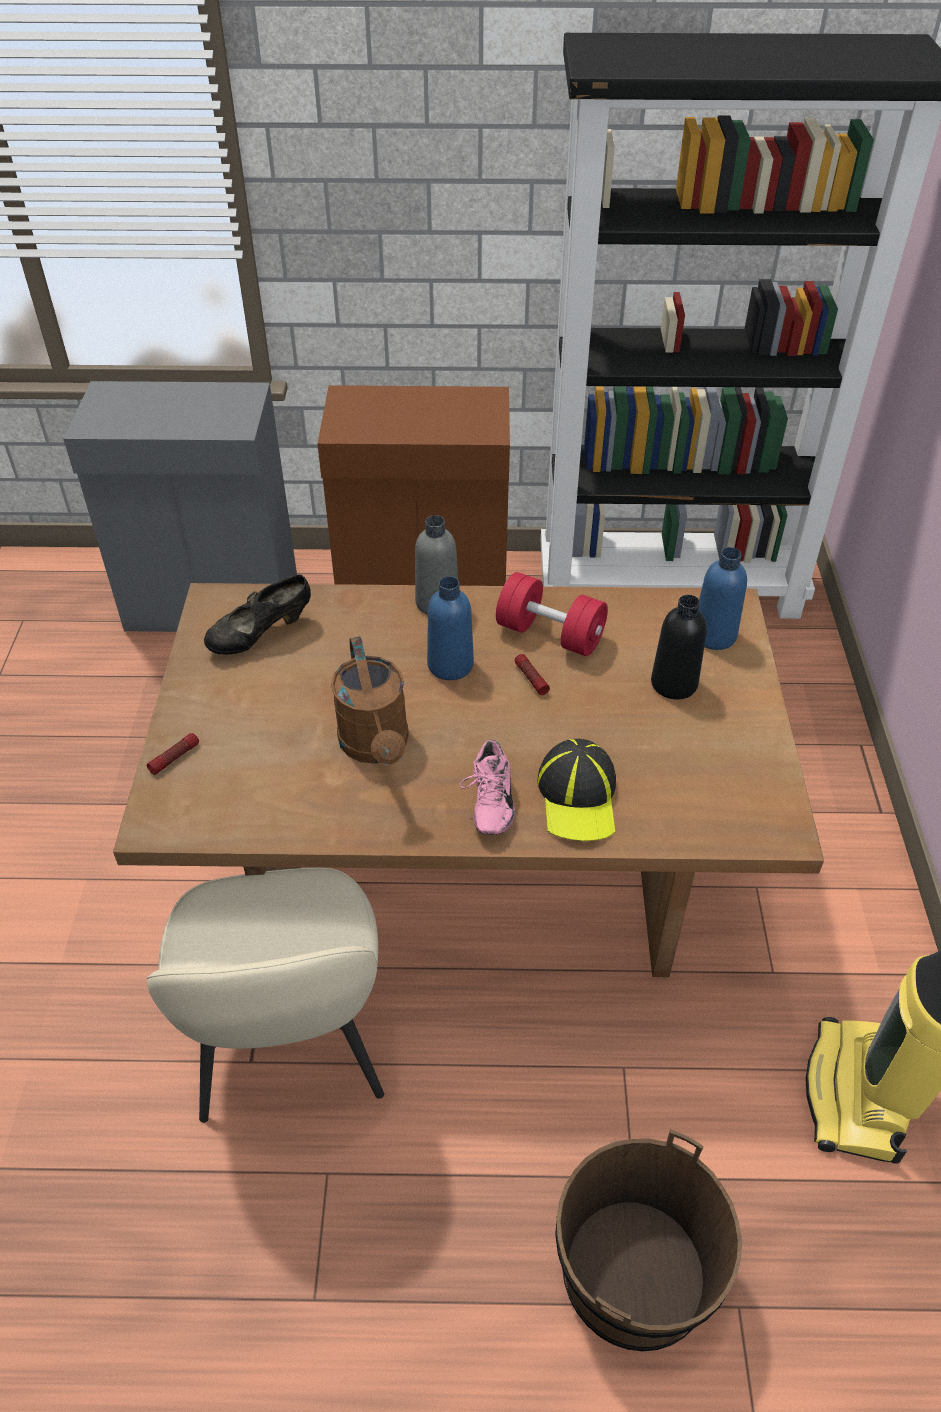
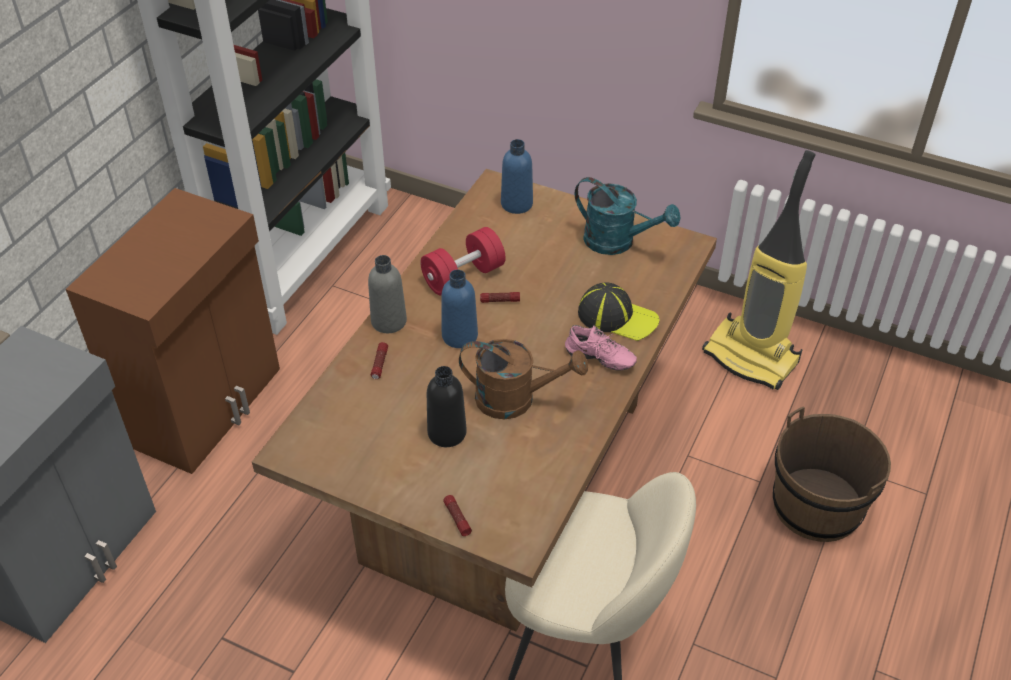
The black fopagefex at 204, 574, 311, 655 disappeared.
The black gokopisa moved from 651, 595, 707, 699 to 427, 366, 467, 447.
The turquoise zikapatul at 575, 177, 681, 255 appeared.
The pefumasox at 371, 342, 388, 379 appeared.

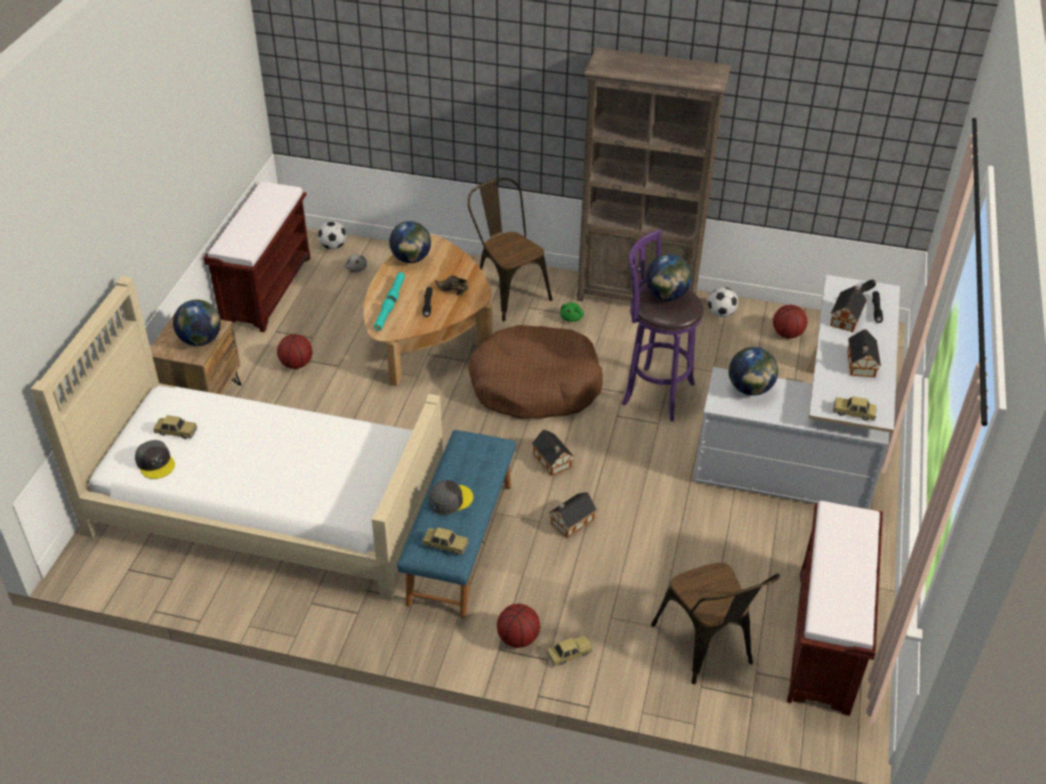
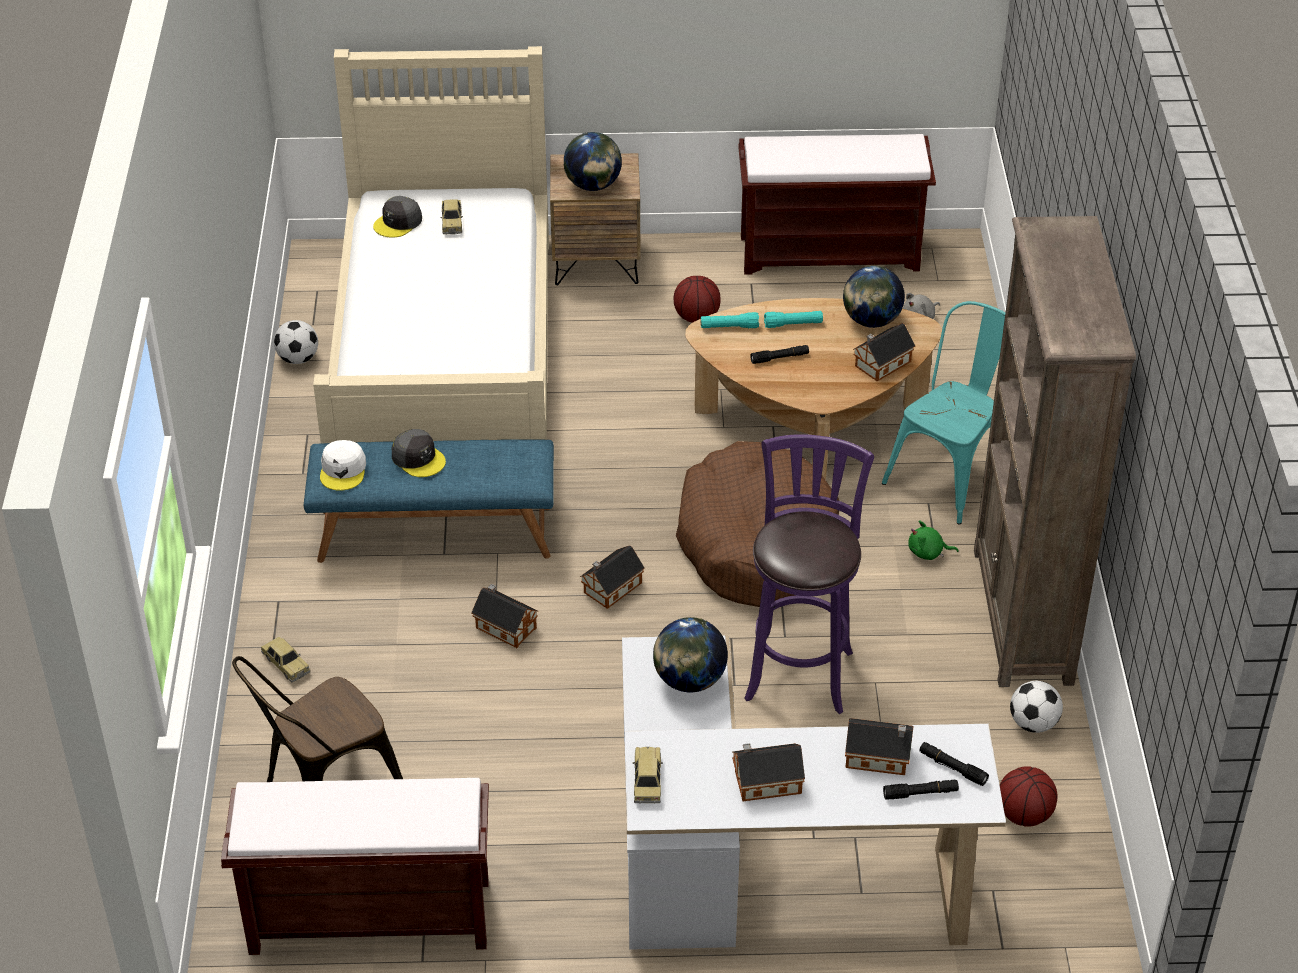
The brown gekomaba at 468, 178, 553, 322 became the turquoise gekomaba at 882, 301, 1005, 525.
The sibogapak moved from 318, 221, 347, 250 to 274, 320, 318, 364.
The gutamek at 646, 254, 692, 301 disappeared.
The brown fopagefex at 435, 275, 469, 296 disappeared.
The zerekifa at 422, 527, 469, 555 was replaced by the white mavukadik at 320, 440, 366, 491.
The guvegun at 497, 604, 540, 648 disappeared.
The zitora at 853, 323, 915, 382 appeared.

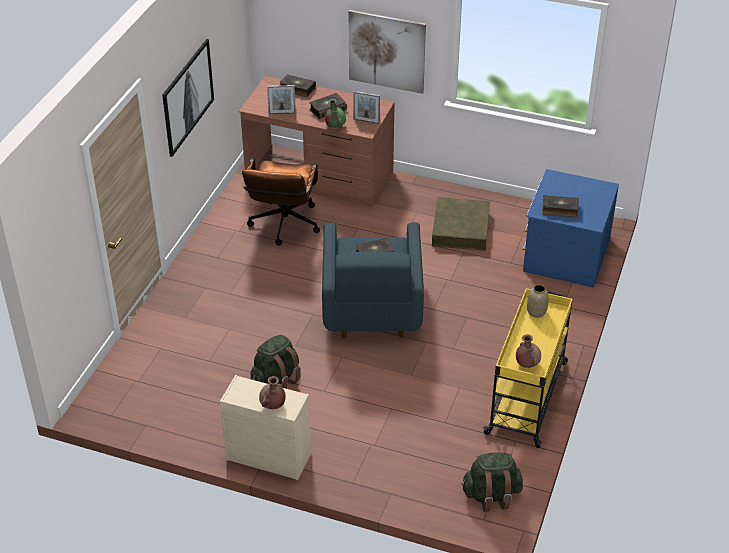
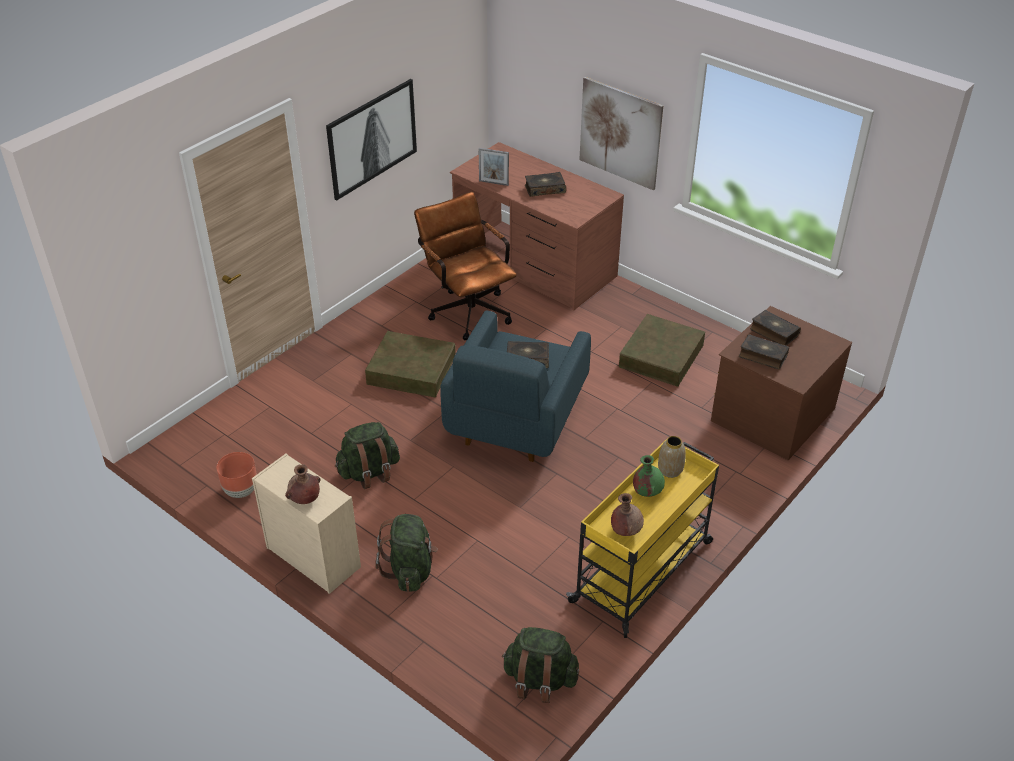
The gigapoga moved from 279, 74, 316, 97 to 750, 310, 801, 346.
The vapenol at 353, 91, 380, 124 disappeared.
The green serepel moved from 325, 99, 346, 128 to 633, 455, 665, 497.
The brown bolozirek at 242, 158, 320, 246 turned 120 degrees clockwise.
The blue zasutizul at 523, 169, 619, 288 became the brown zasutizul at 711, 306, 852, 460.
The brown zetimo at 365, 331, 456, 397 appeared.
The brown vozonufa at 216, 452, 257, 498 appeared.
The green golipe at 375, 514, 438, 592 appeared.

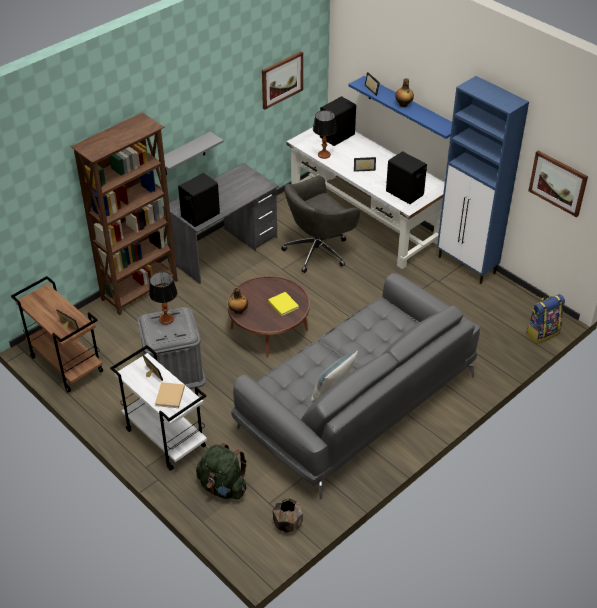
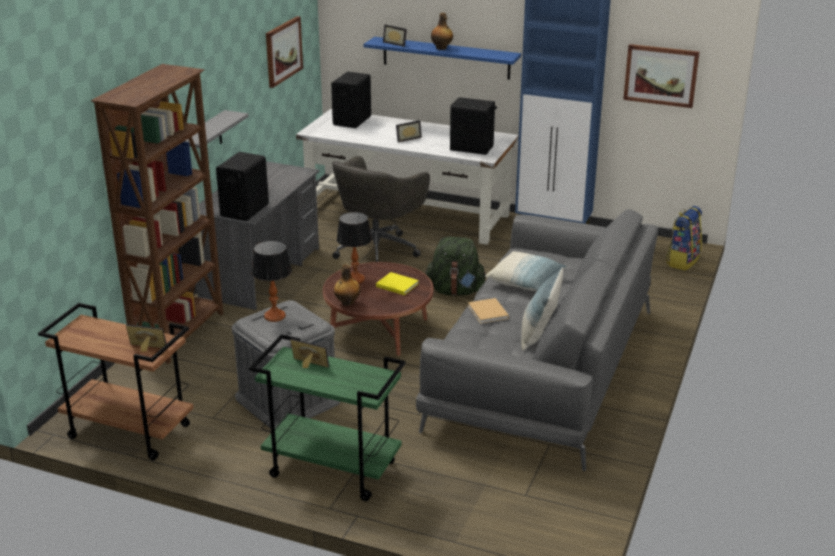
The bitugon moved from 313, 110, 337, 159 to 337, 212, 372, 283.
The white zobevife at 110, 345, 207, 471 became the green zobevife at 249, 334, 406, 501.
The beige gigapoga moved from 155, 382, 185, 408 to 468, 298, 509, 324.
The green golipe moved from 196, 443, 247, 500 to 425, 237, 486, 296.
The brown vozonufa at 273, 499, 303, 533 disappeared.
The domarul at 485, 251, 568, 291 appeared.

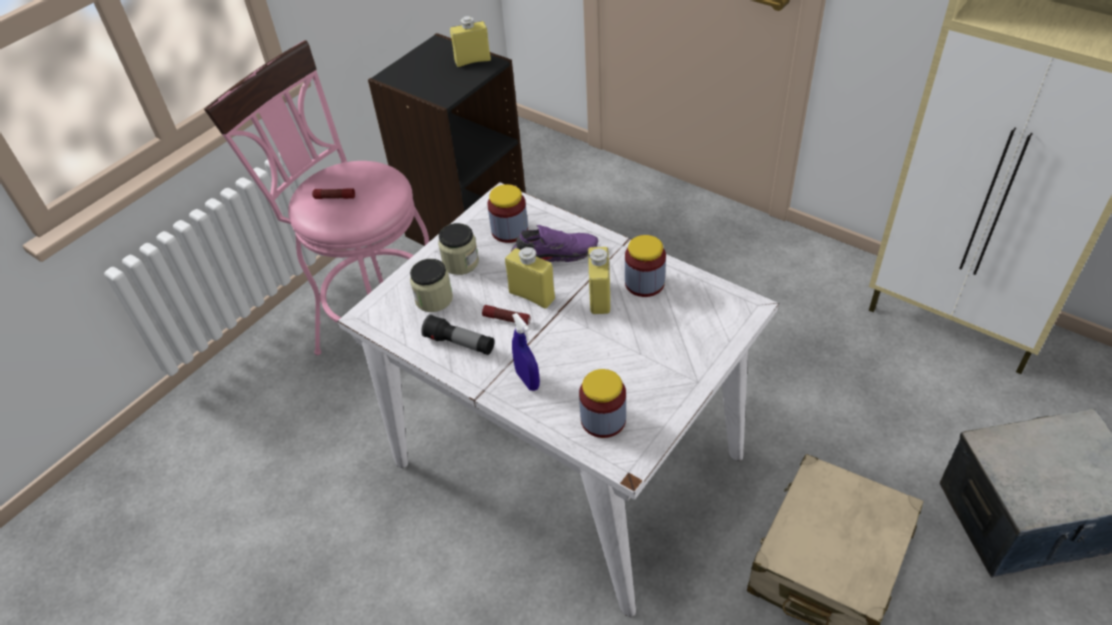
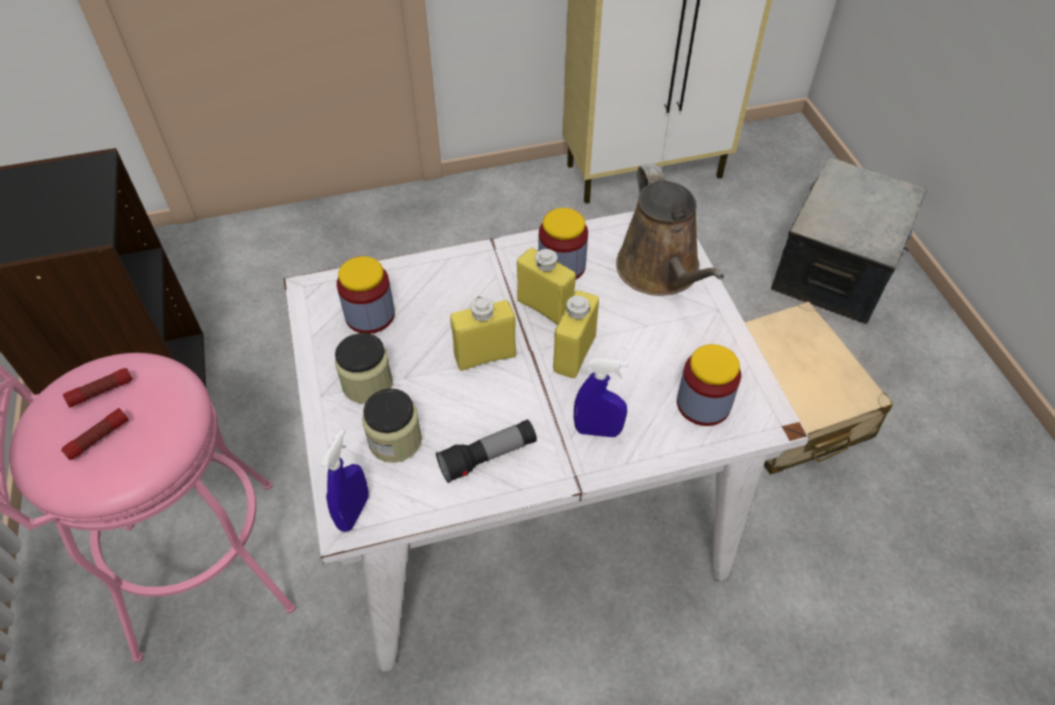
The yellow gokopisa moved from 450, 16, 491, 67 to 553, 290, 599, 378.
The purple fopagefex at 511, 225, 598, 262 disappeared.
The pefumasox moved from 482, 305, 531, 325 to 63, 368, 133, 407.
The brown zikapatul at 616, 163, 724, 296 appeared.
The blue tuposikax at 321, 429, 369, 532 appeared.

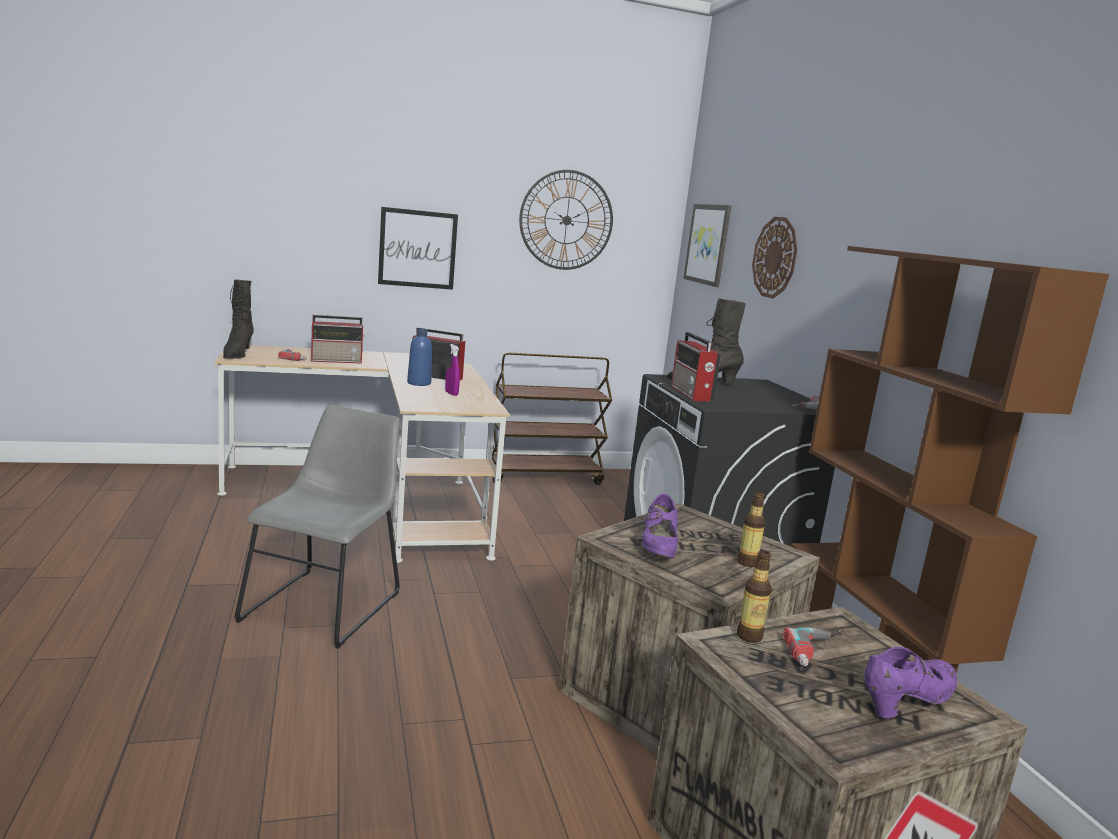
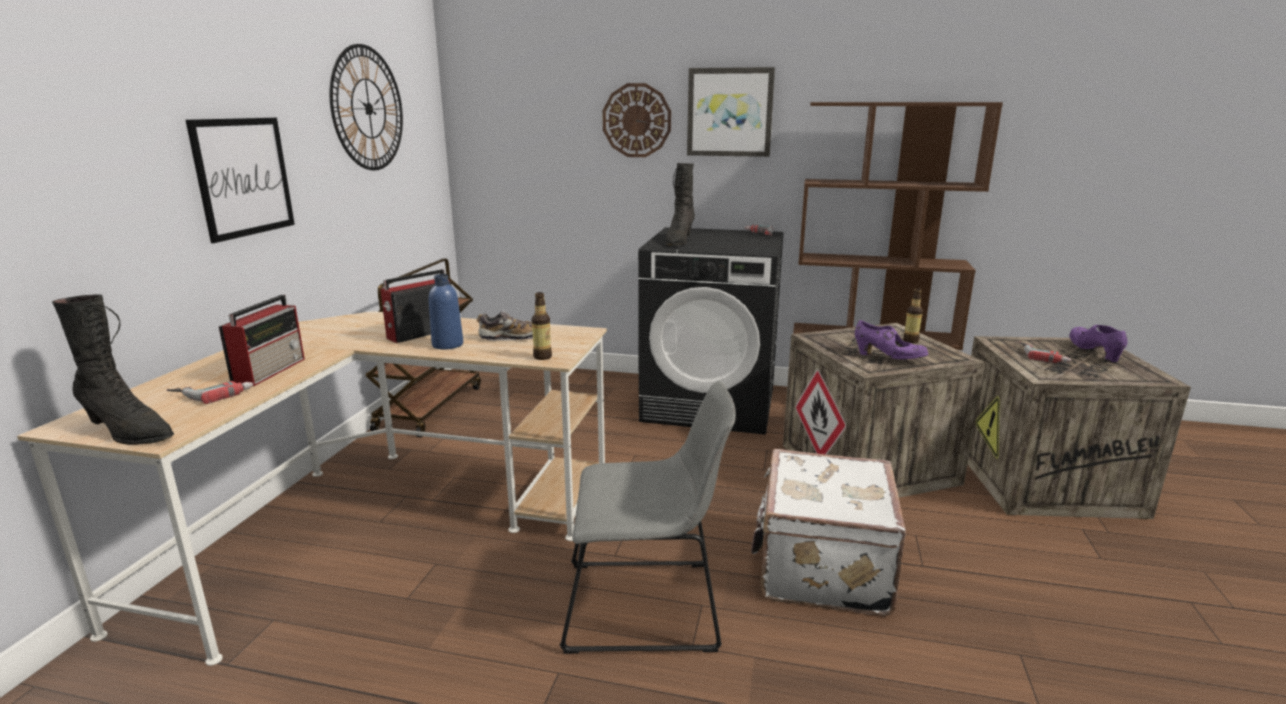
The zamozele moved from 683, 204, 731, 287 to 687, 67, 775, 157.
The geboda at 671, 332, 721, 402 disappeared.
The purple tuposikax at 445, 344, 460, 396 was replaced by the fopagefex at 477, 310, 533, 341.
The grey gekomaba at 234, 405, 400, 649 turned 135 degrees clockwise.
The gokopisa moved from 737, 550, 772, 643 to 532, 292, 552, 360.
The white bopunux at 751, 449, 906, 616 appeared.

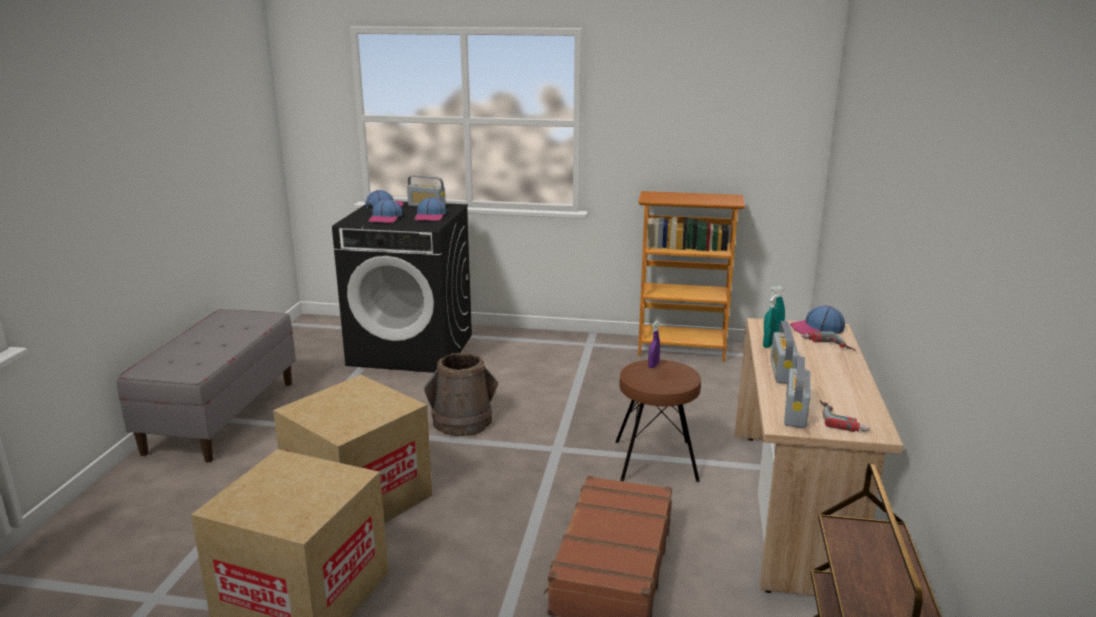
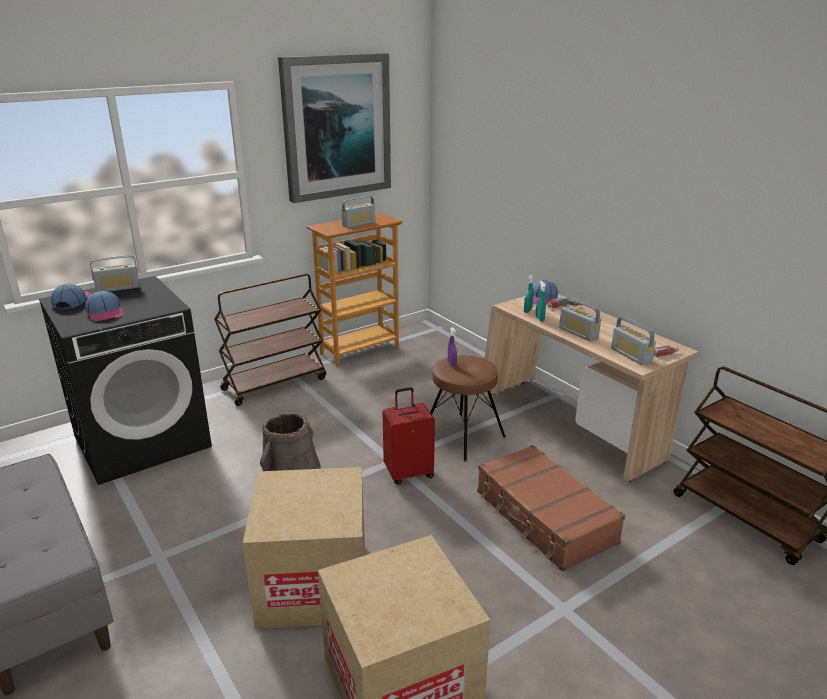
The mavukadik at 414, 197, 446, 221 disappeared.
The zamozele at 278, 53, 391, 203 appeared.
The geboda at 341, 196, 375, 228 appeared.
The brown zobevife at 214, 274, 326, 406 appeared.
The red bopunux at 382, 387, 435, 485 appeared.

